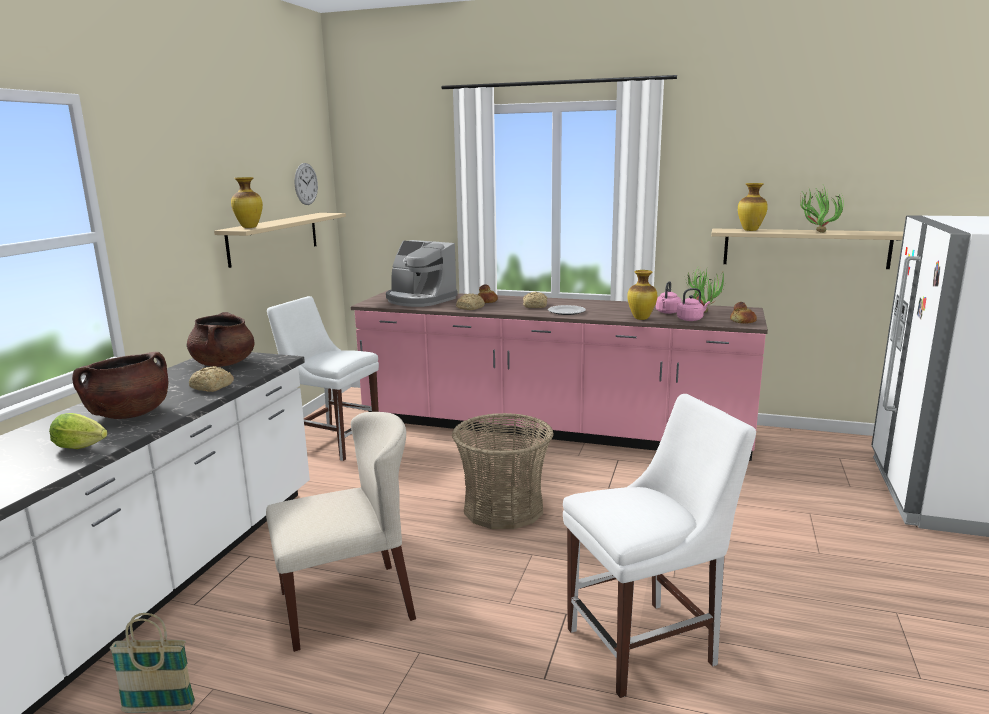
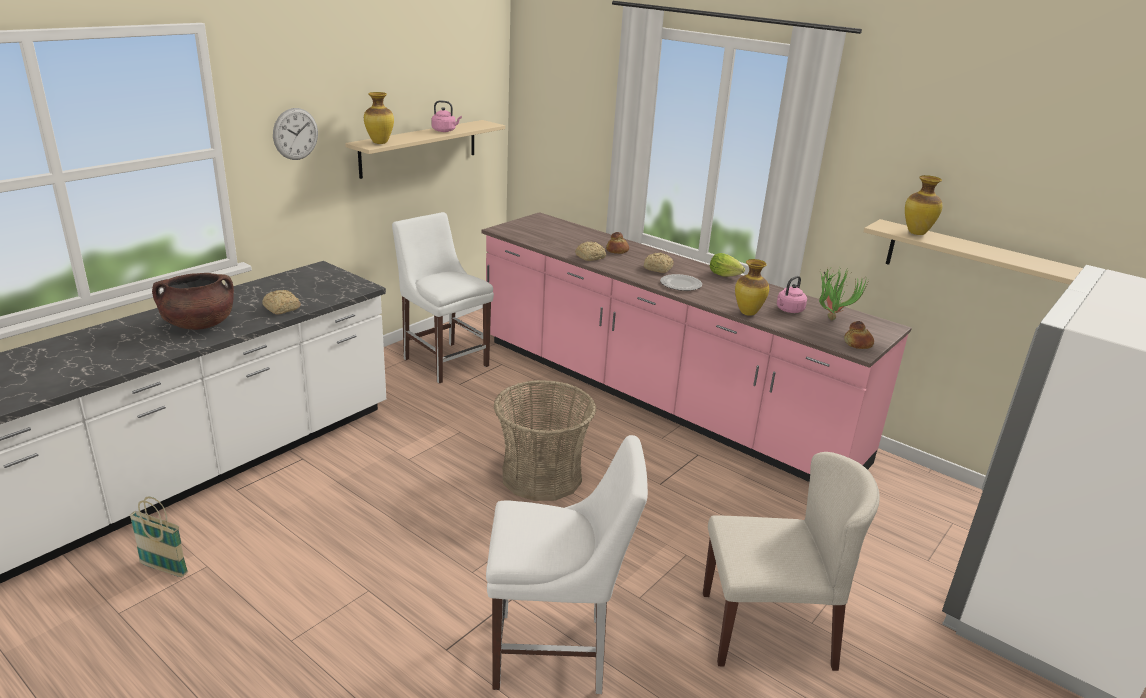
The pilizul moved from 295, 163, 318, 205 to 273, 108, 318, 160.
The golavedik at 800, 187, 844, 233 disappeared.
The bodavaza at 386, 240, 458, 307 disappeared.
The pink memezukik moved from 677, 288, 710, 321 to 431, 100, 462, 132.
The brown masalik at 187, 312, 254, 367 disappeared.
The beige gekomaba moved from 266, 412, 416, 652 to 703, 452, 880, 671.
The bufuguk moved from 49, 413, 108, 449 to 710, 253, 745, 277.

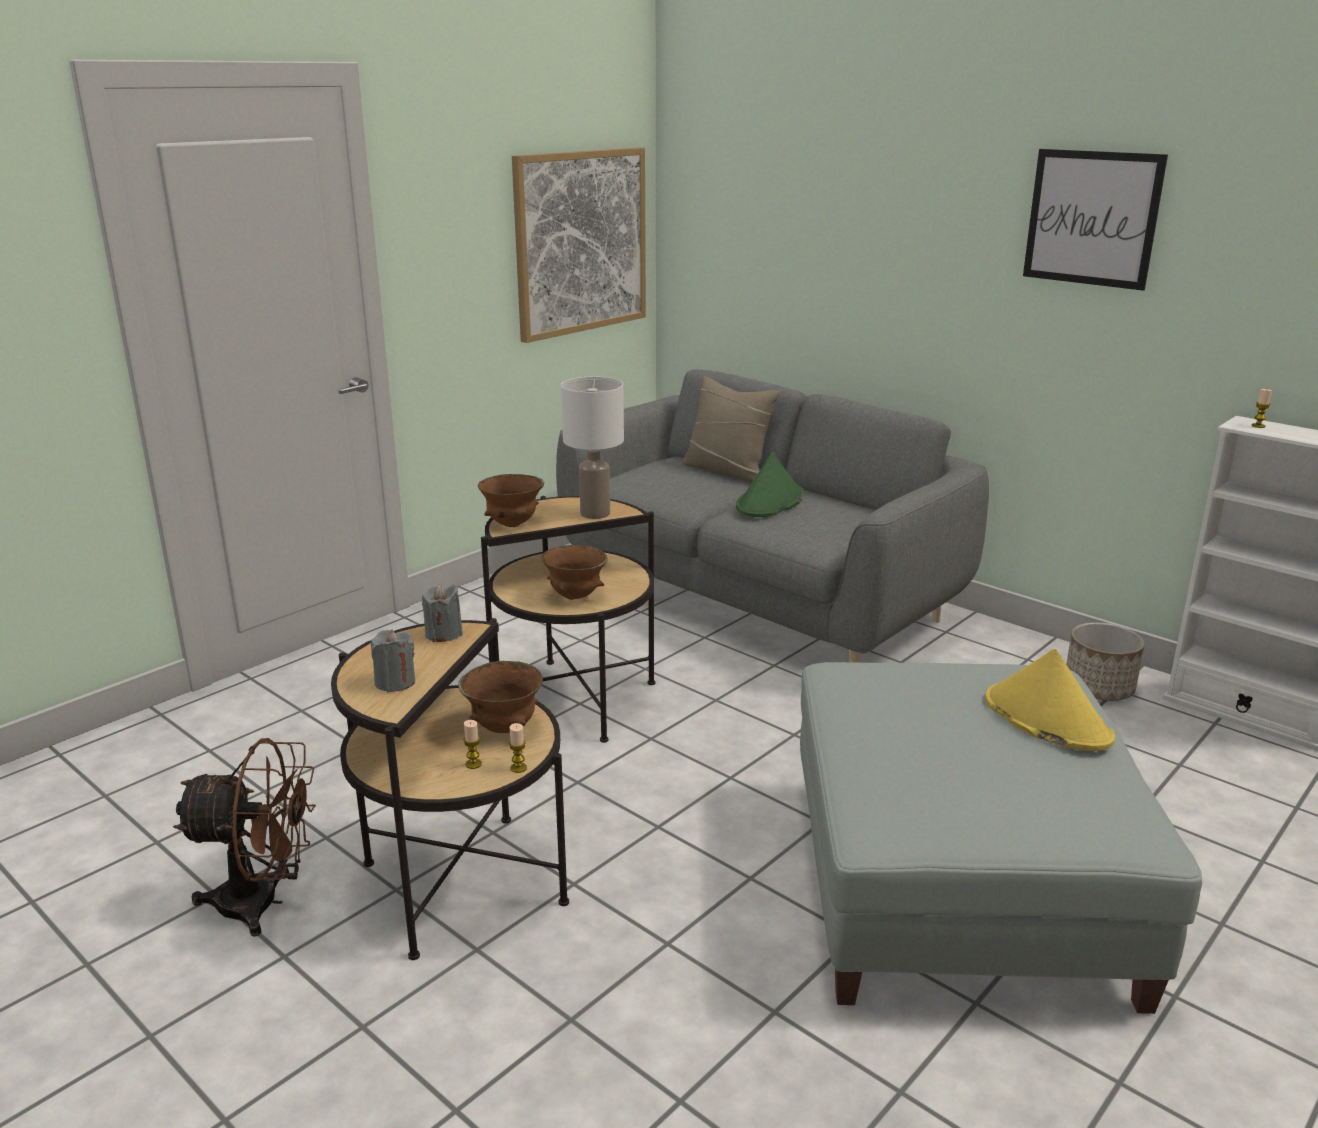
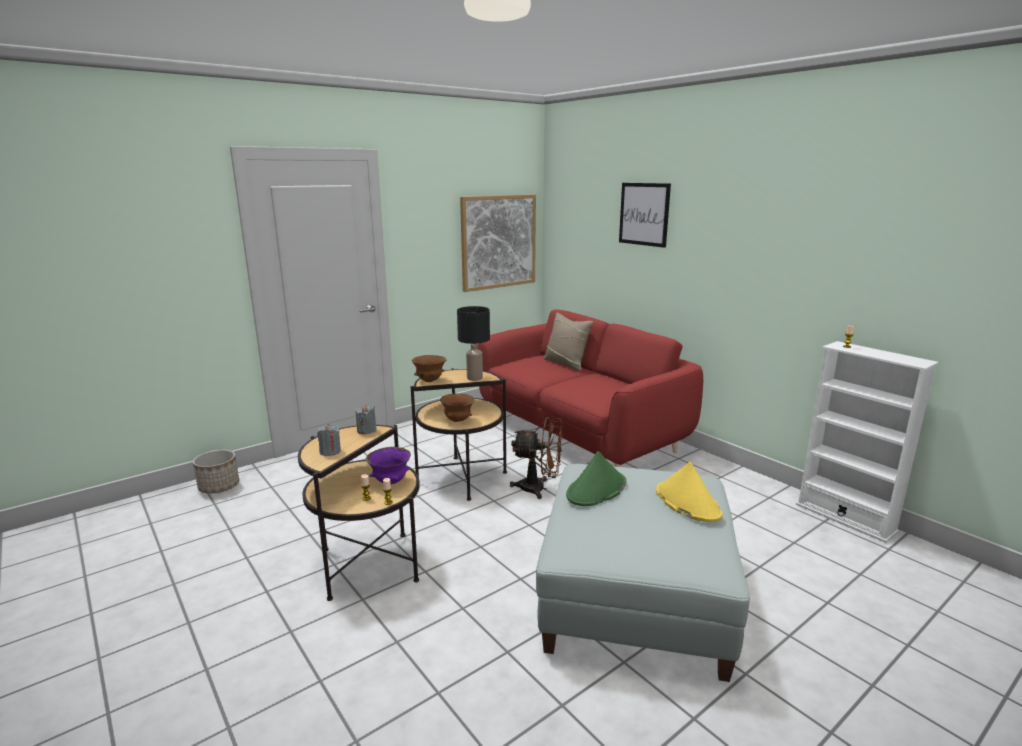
The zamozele moved from 1023, 149, 1168, 291 to 619, 183, 671, 248.
The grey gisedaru at 556, 369, 989, 663 became the red gisedaru at 477, 309, 703, 467.
The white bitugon at 561, 377, 624, 519 became the black bitugon at 457, 306, 490, 381.
The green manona moved from 736, 452, 804, 517 to 566, 451, 626, 506.
The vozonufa moved from 1066, 622, 1145, 701 to 193, 450, 239, 494.
The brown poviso at 458, 661, 543, 733 became the purple poviso at 366, 447, 411, 484.
The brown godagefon moved from 173, 738, 316, 937 to 510, 417, 563, 499.

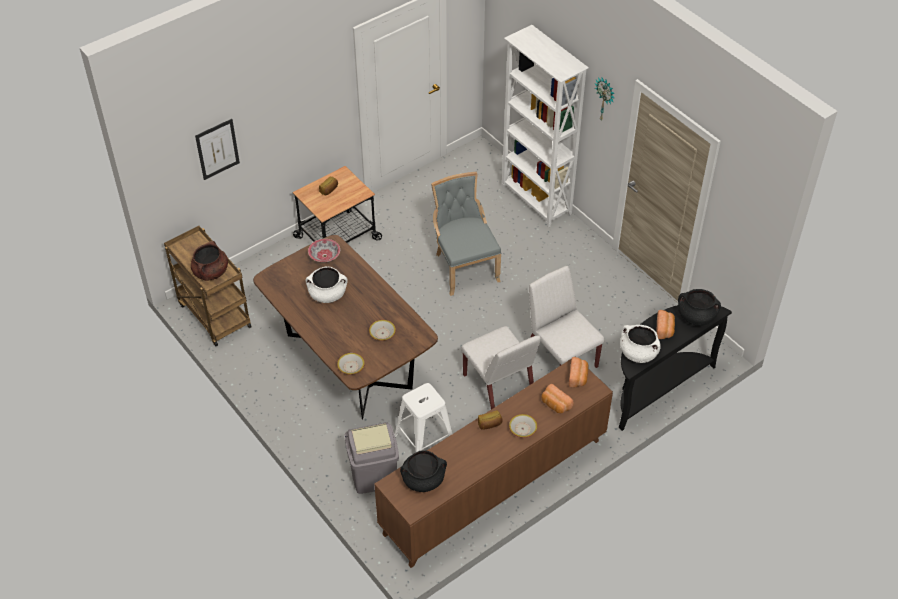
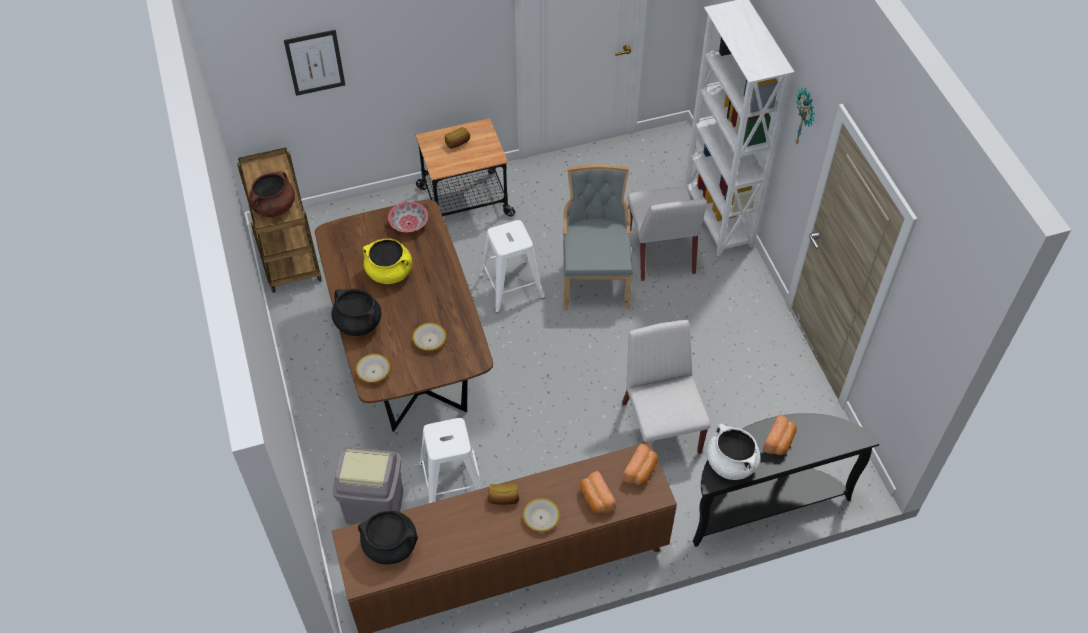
The white masalik at 306, 266, 348, 303 became the yellow masalik at 363, 239, 412, 284.
The black masalik moved from 678, 289, 721, 326 to 331, 289, 382, 336.
The white gekomaba moved from 461, 326, 541, 409 to 628, 186, 707, 281.
The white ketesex at 479, 220, 545, 313 appeared.

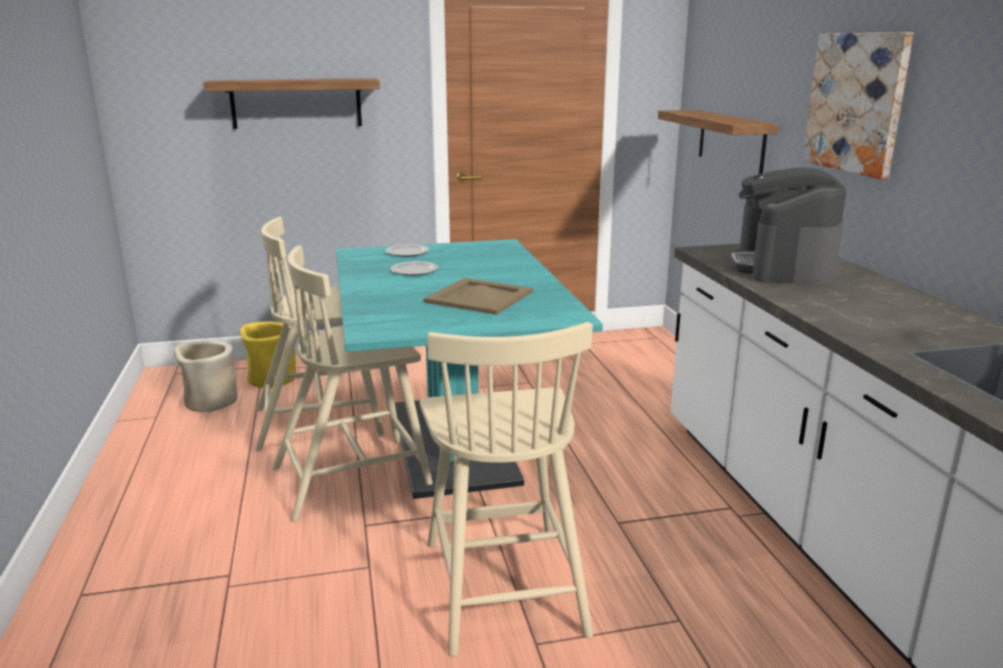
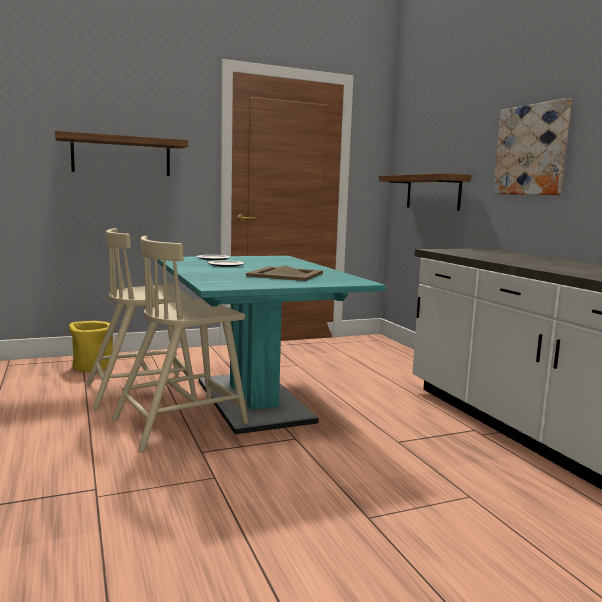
The bodavaza at 728, 167, 846, 285 disappeared.
The beige gekomaba at 420, 322, 593, 657 disappeared.
The beige vozonufa at 174, 340, 237, 412 disappeared.

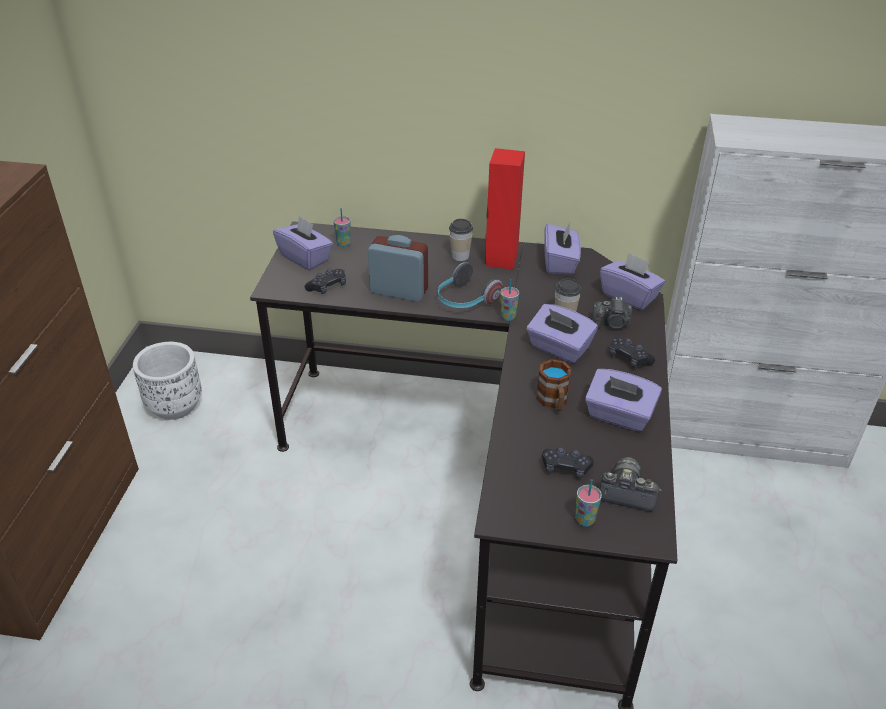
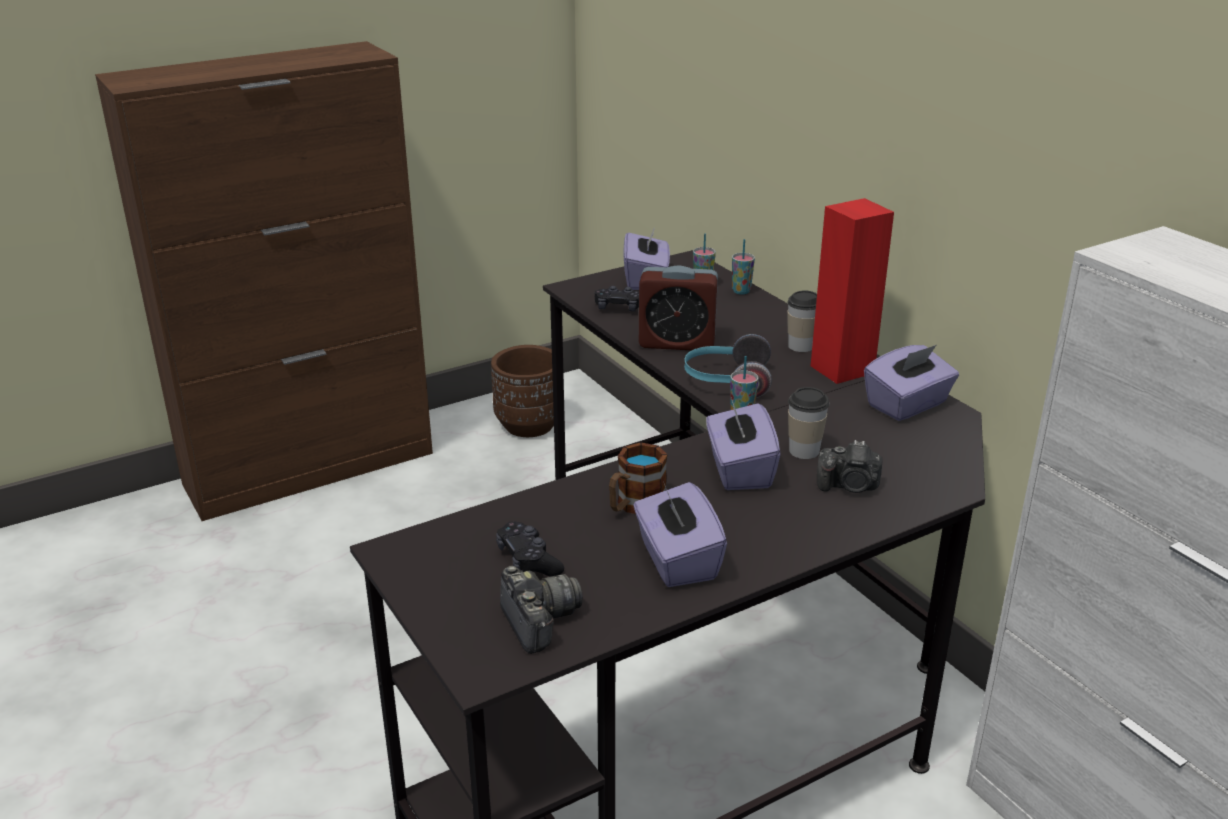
The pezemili at 368, 235, 428, 302 turned 120 degrees clockwise.
The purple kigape at 600, 253, 665, 310 disappeared.
The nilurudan at 592, 297, 632, 329 turned 45 degrees counterclockwise.
The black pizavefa at 609, 338, 655, 368 disappeared.
The white vozonufa at 133, 342, 202, 420 became the brown vozonufa at 491, 345, 554, 437.
The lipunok moved from 575, 479, 602, 527 to 732, 239, 755, 295.

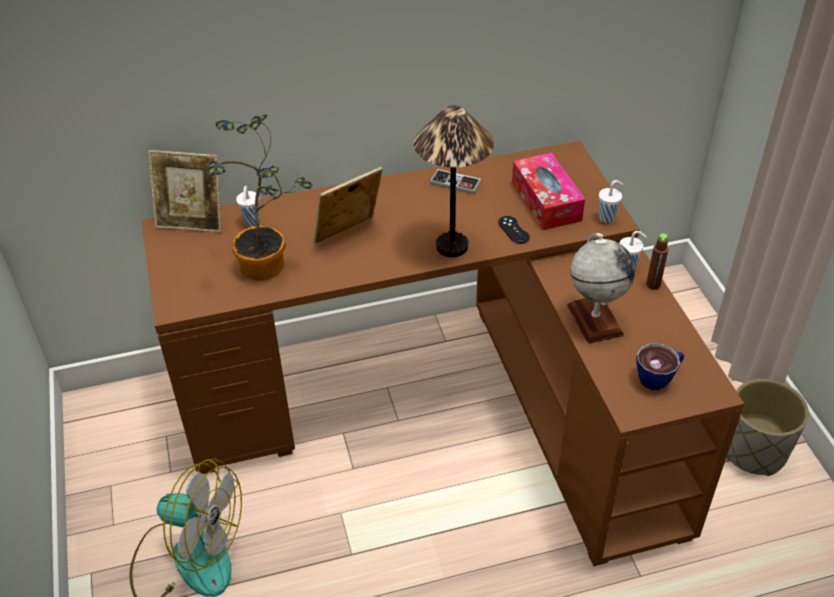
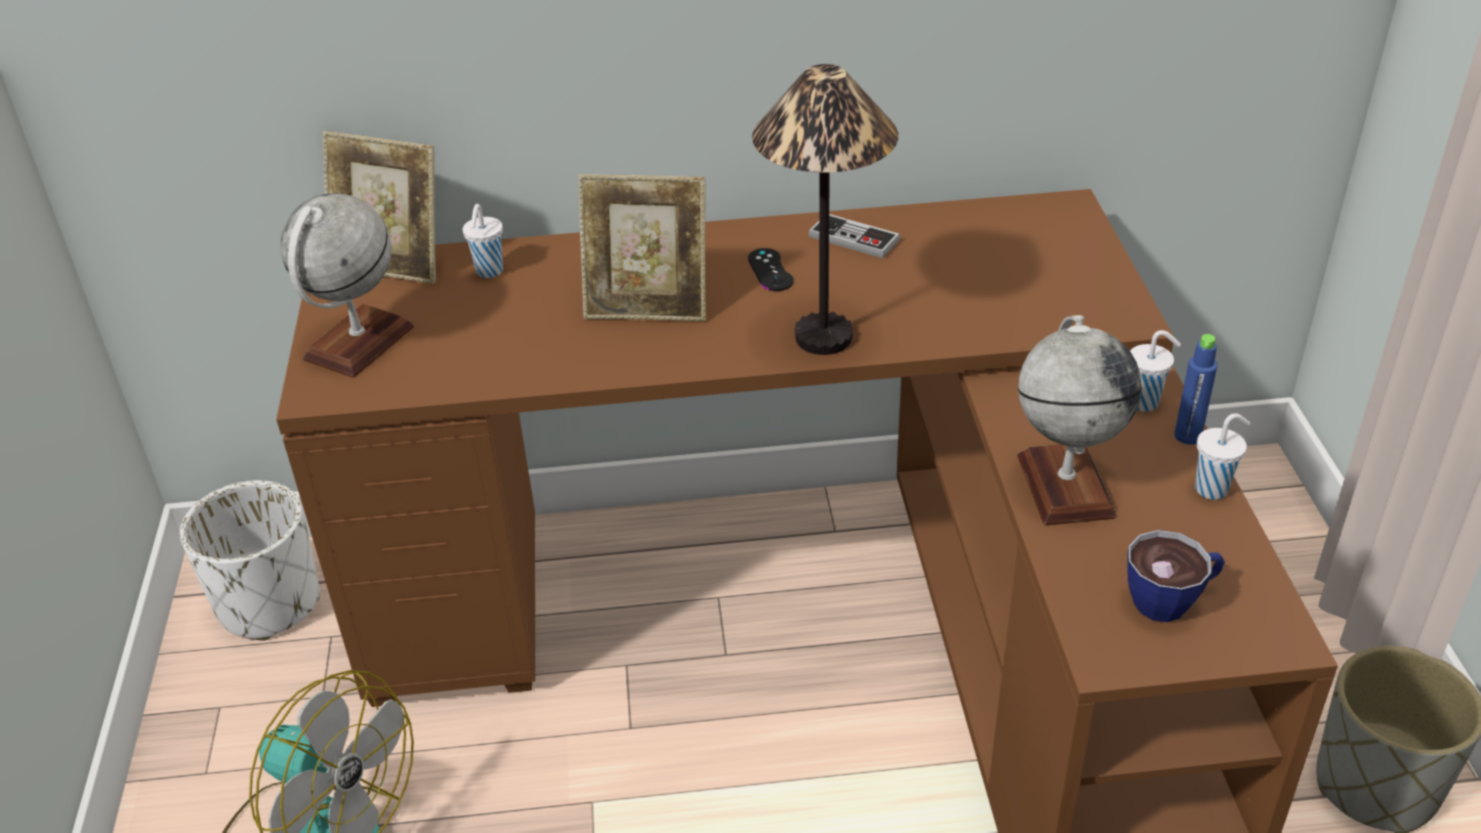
The golavedik at 206, 115, 312, 280 disappeared.
The kigape at 512, 153, 585, 230 disappeared.
The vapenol at 313, 167, 383, 243 turned 150 degrees counterclockwise.
The white lipunok moved from 599, 180, 623, 223 to 1195, 413, 1250, 500.
The black pizavefa moved from 498, 216, 530, 244 to 748, 248, 794, 291.
The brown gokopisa at 646, 234, 668, 290 became the blue gokopisa at 1174, 334, 1217, 445.
The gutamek at 281, 193, 414, 378 appeared.
The white vozonufa at 180, 480, 320, 640 appeared.

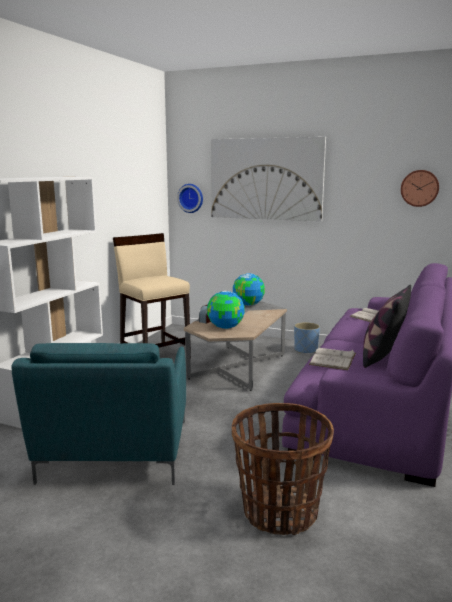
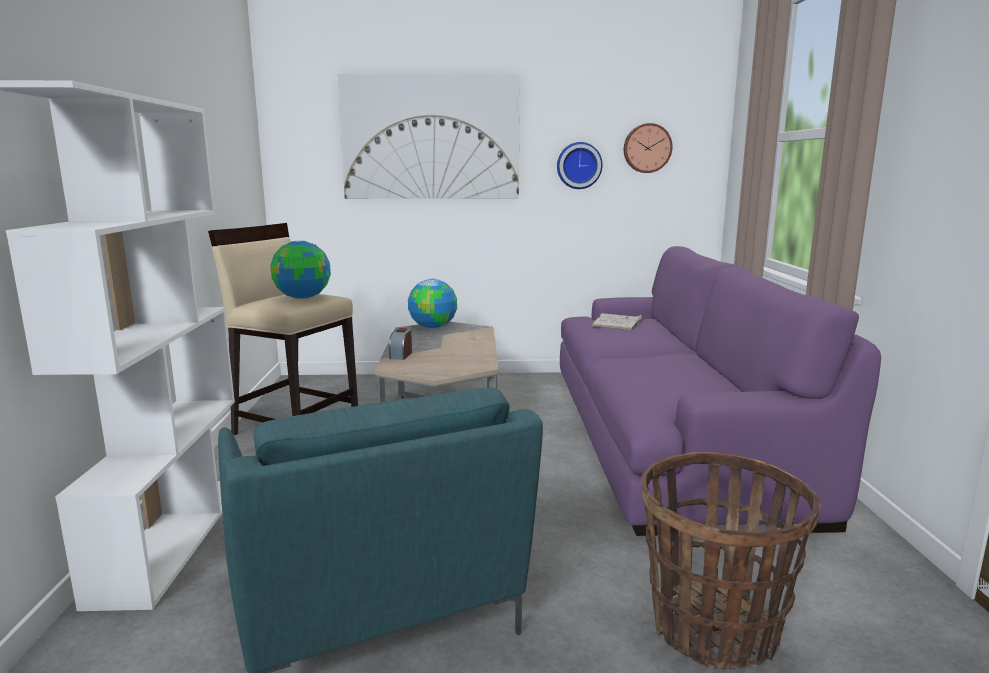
The pilizul moved from 177, 184, 203, 213 to 557, 142, 603, 189.
The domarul at 363, 285, 411, 368 disappeared.
The gutamek moved from 207, 291, 245, 329 to 270, 241, 331, 299.
The blue vozonufa at 294, 322, 320, 353 disappeared.
The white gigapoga at 309, 348, 356, 370 disappeared.

